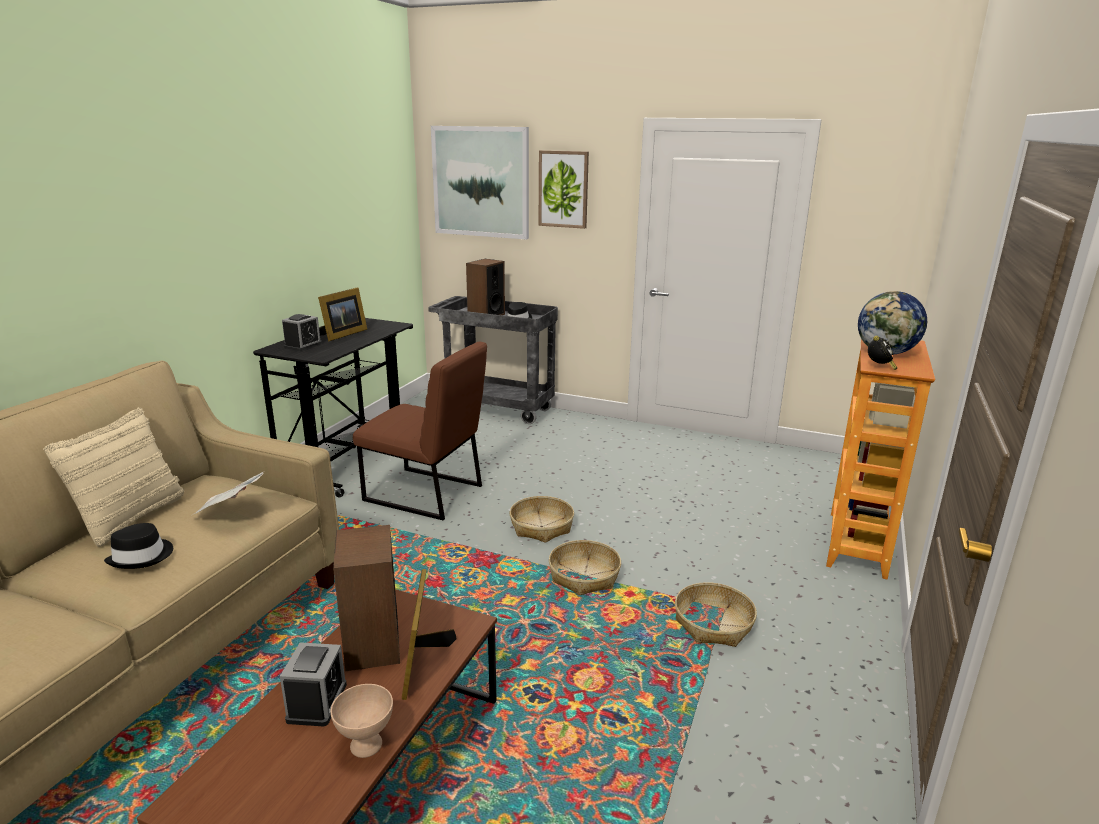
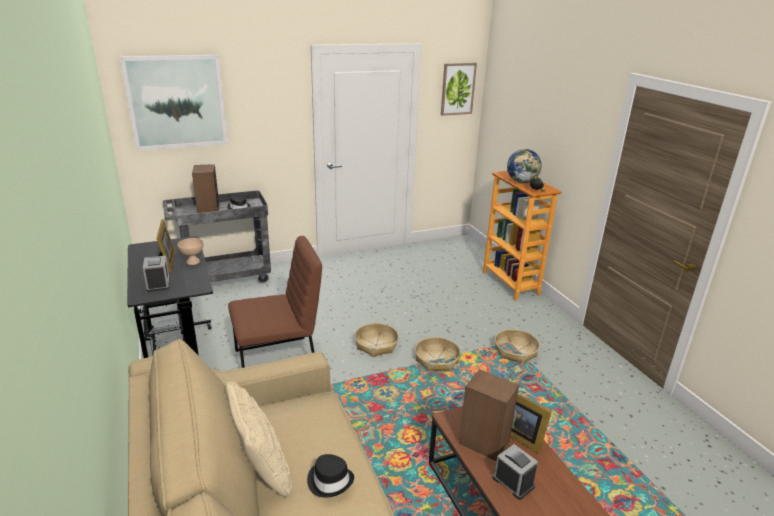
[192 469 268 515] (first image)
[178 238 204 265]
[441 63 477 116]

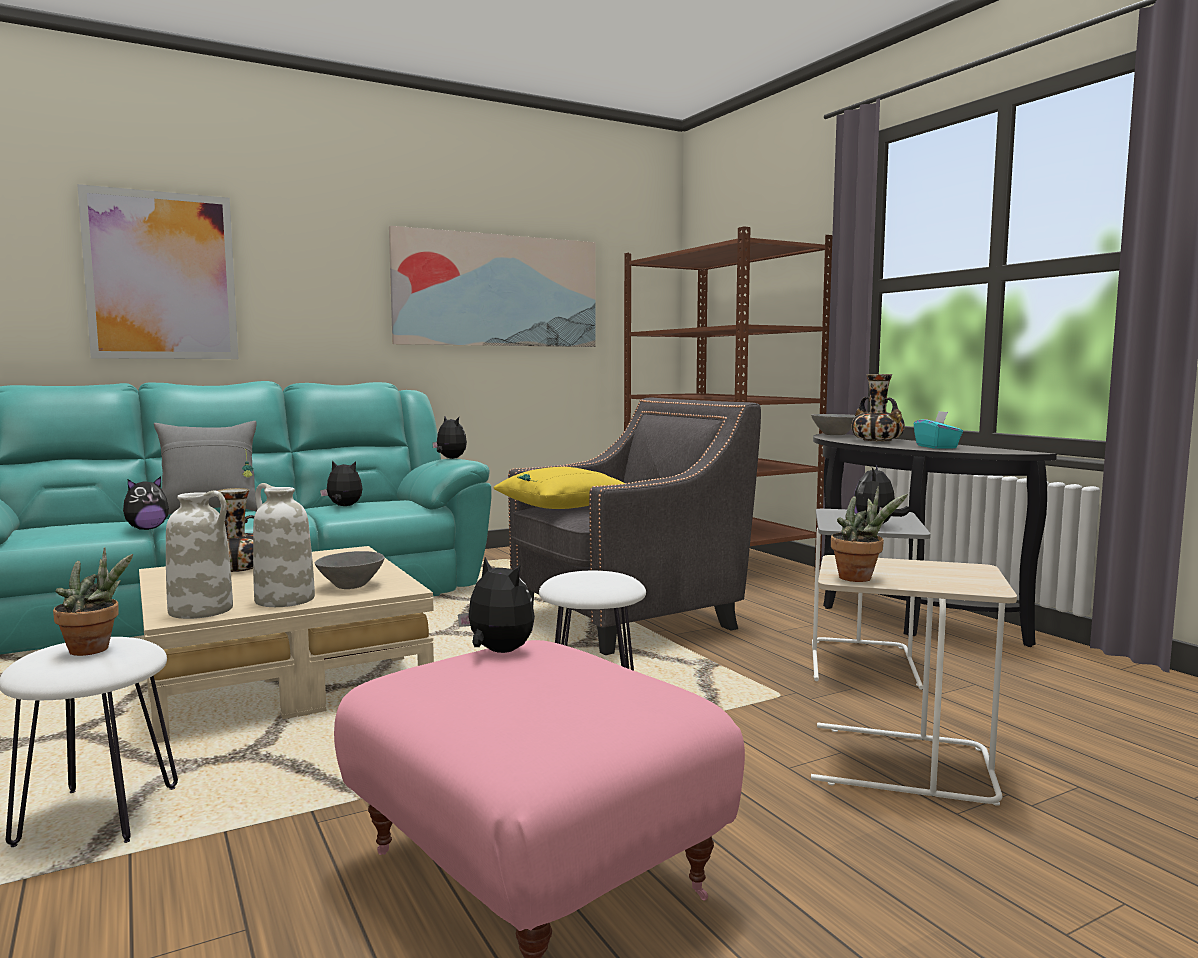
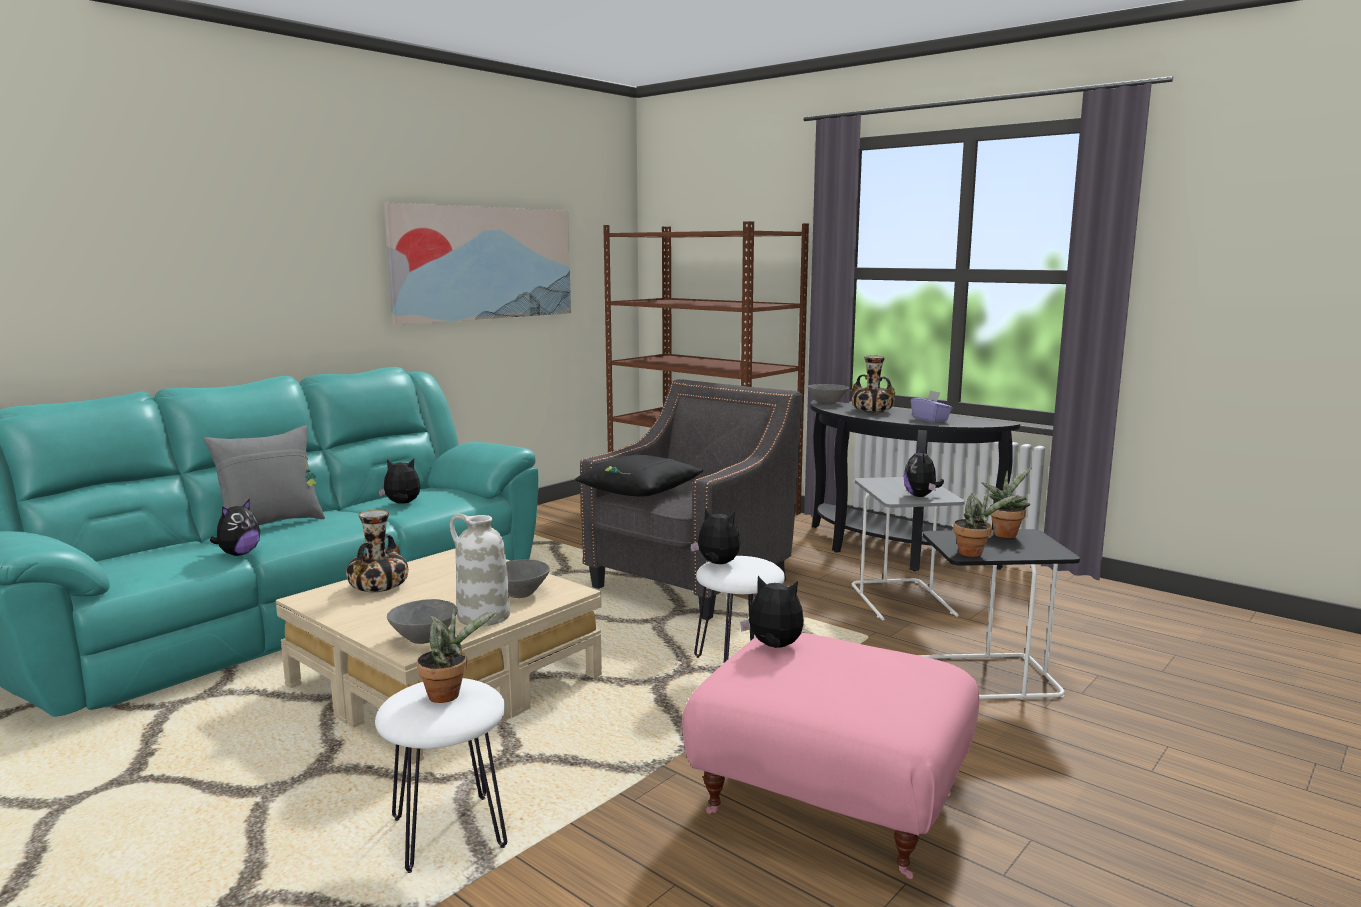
[77 184 238 359] (first image)
[981 467 1031 538]
[691 508 740 564]
[387 599 458 644]
[575 454 703 496]
[918 529 1080 699]
[911 390 952 423]

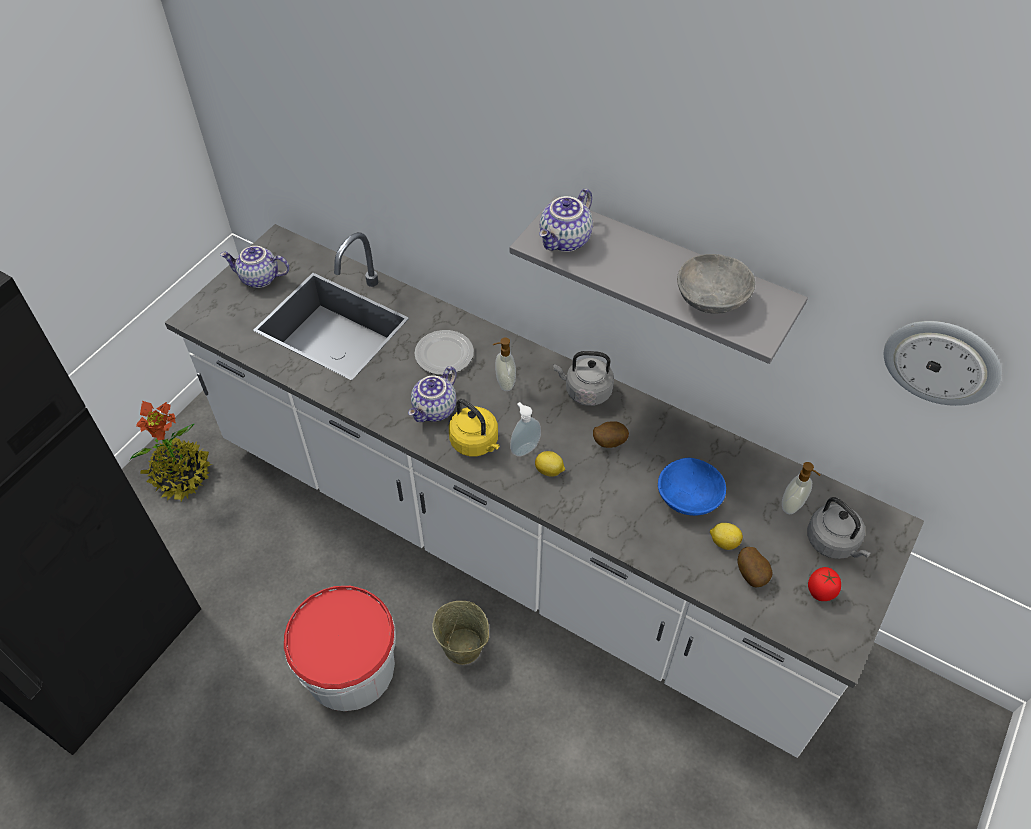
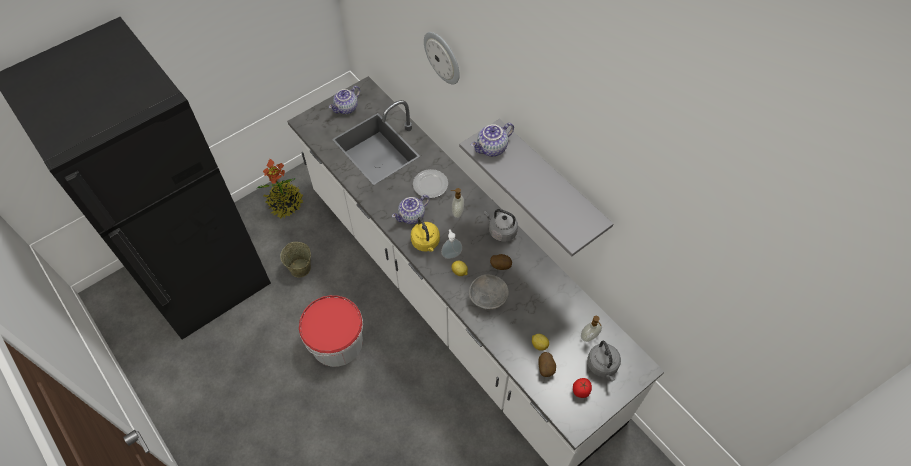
[658 458 726 516] (first image)
[280 242 311 278]
[469 274 509 310]
[424 32 460 84]
[329 86 360 114]

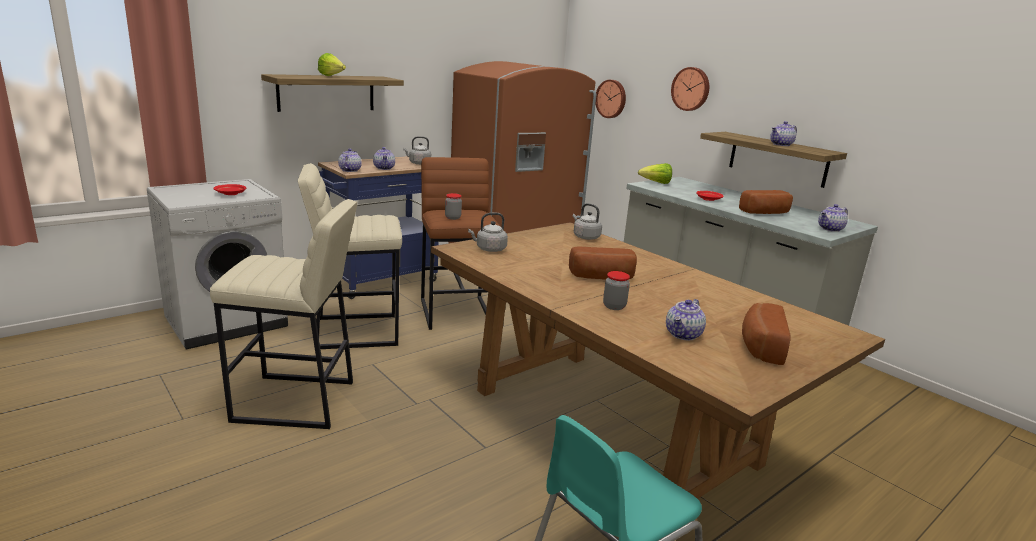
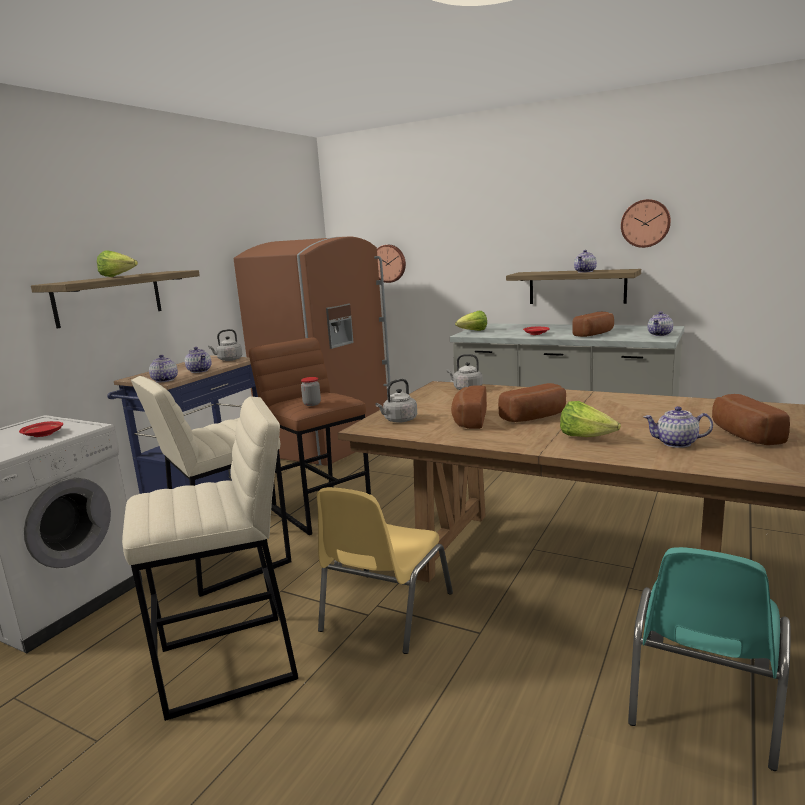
[317 487 453 654]
[451 385 487 429]
[621 199 671 248]
[560 401 621 437]
[643 406 713 448]

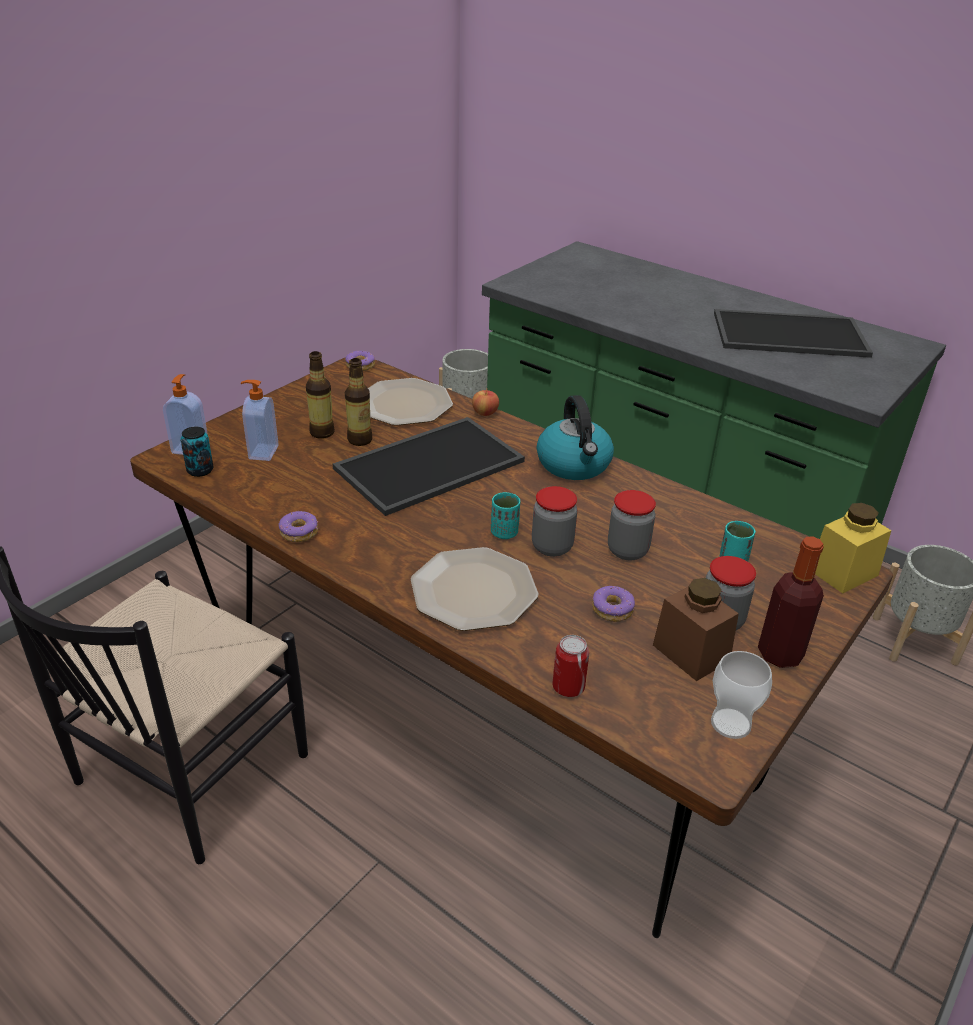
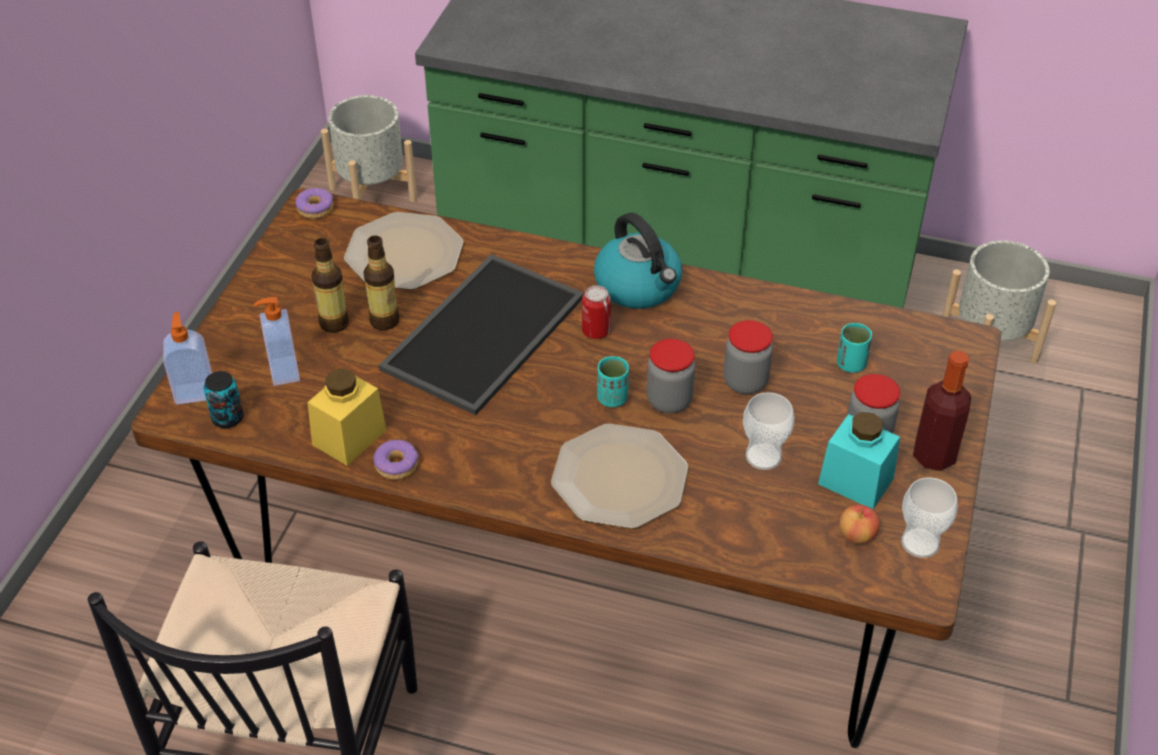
[714 309 873 358] (first image)
[839 505 880 544]
[582 285 611 339]
[307 368 387 466]
[743 392 794 470]
[818 412 900 509]

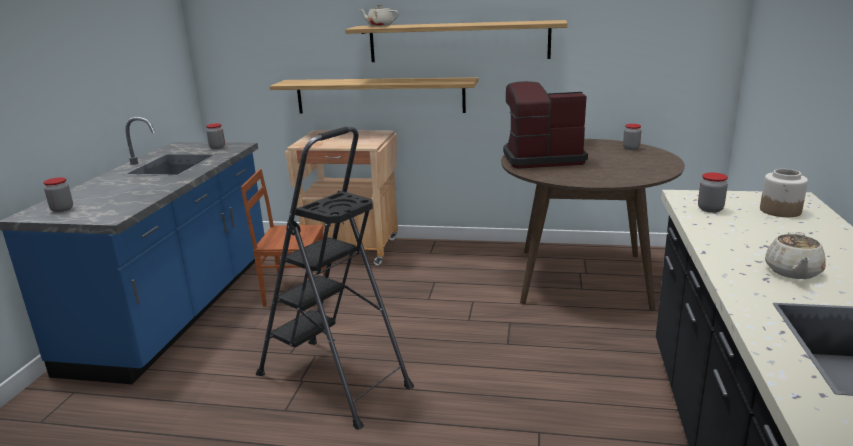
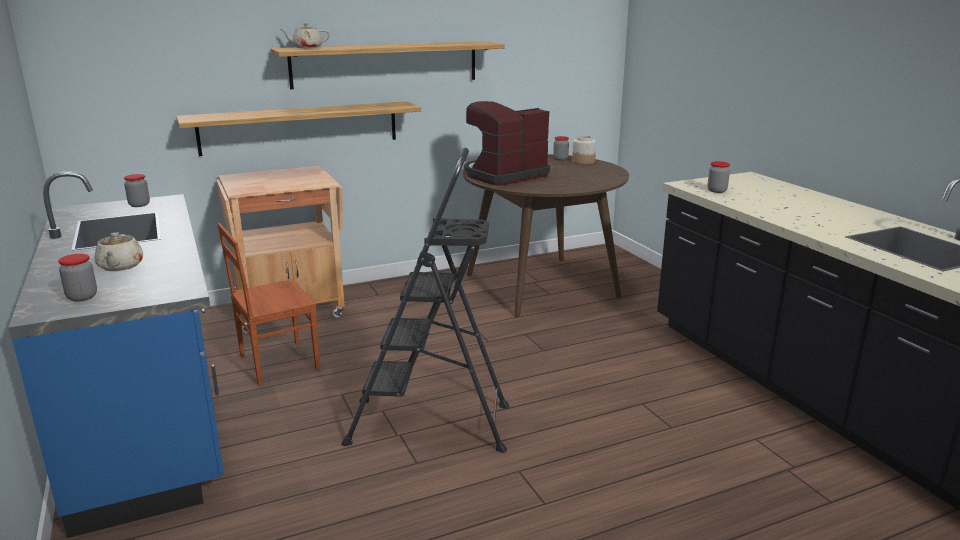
[572 136 596 164]
[95 232 143 271]

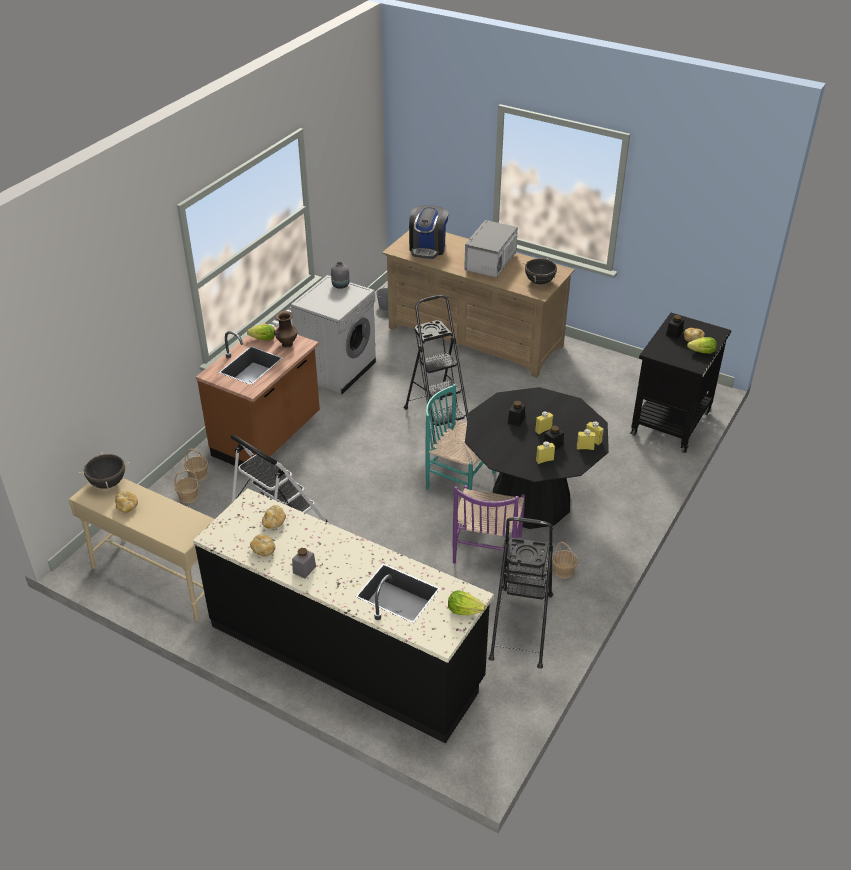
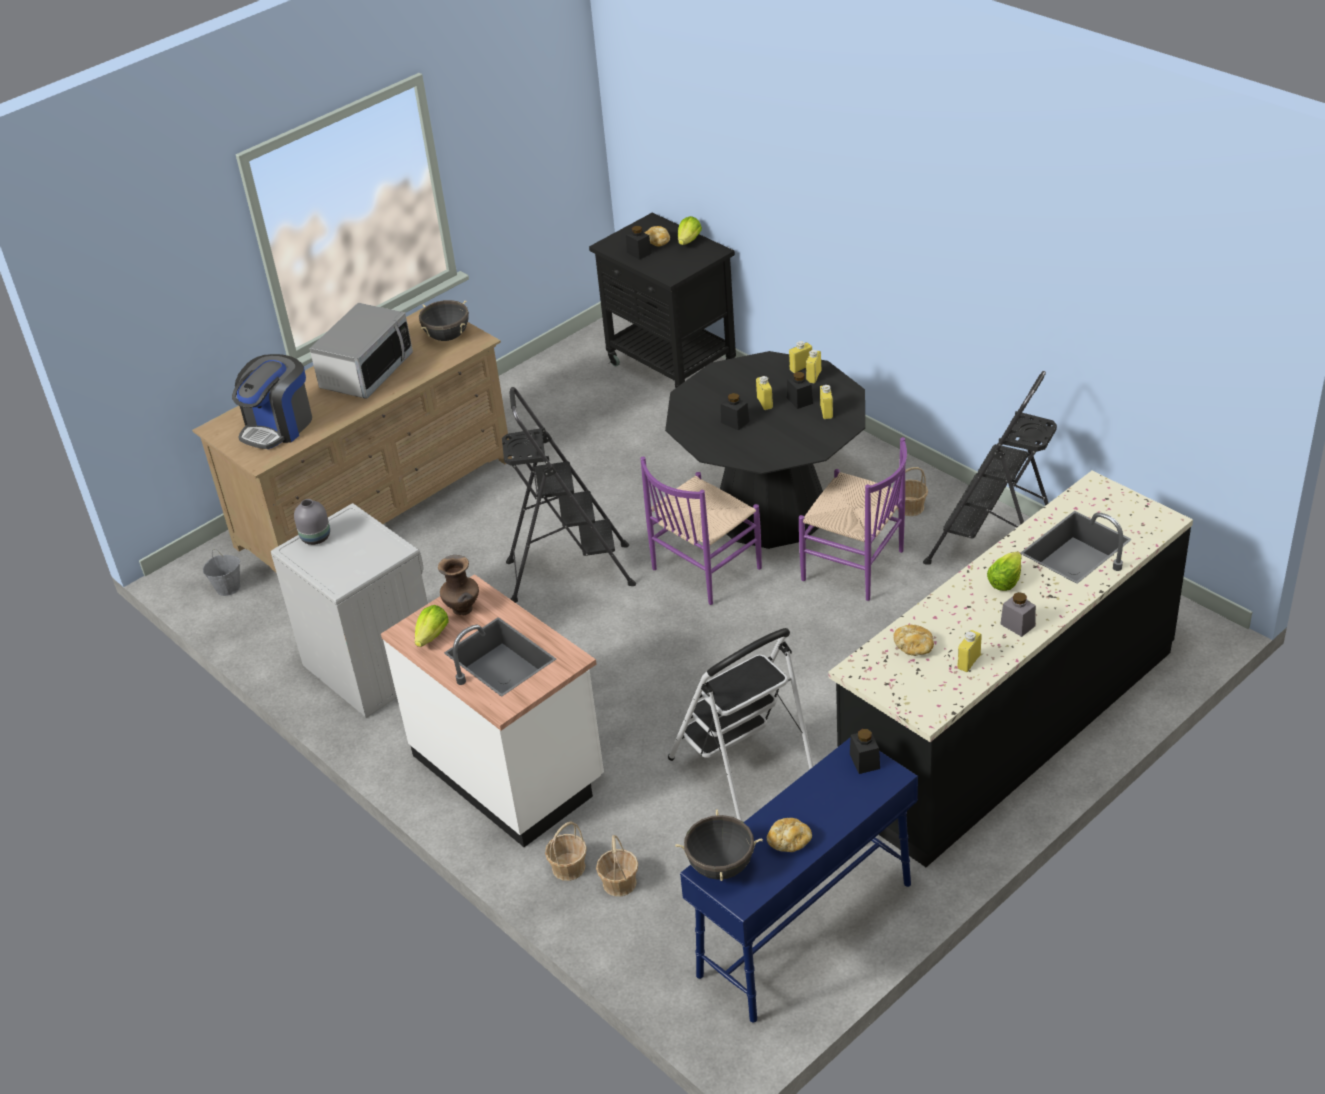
[850 729 880 774]
[987 552 1022 591]
[957 630 982 672]
[680 738 918 1023]
[381 574 604 847]
[641 457 762 605]
[232 354 312 449]
[310 303 413 399]

